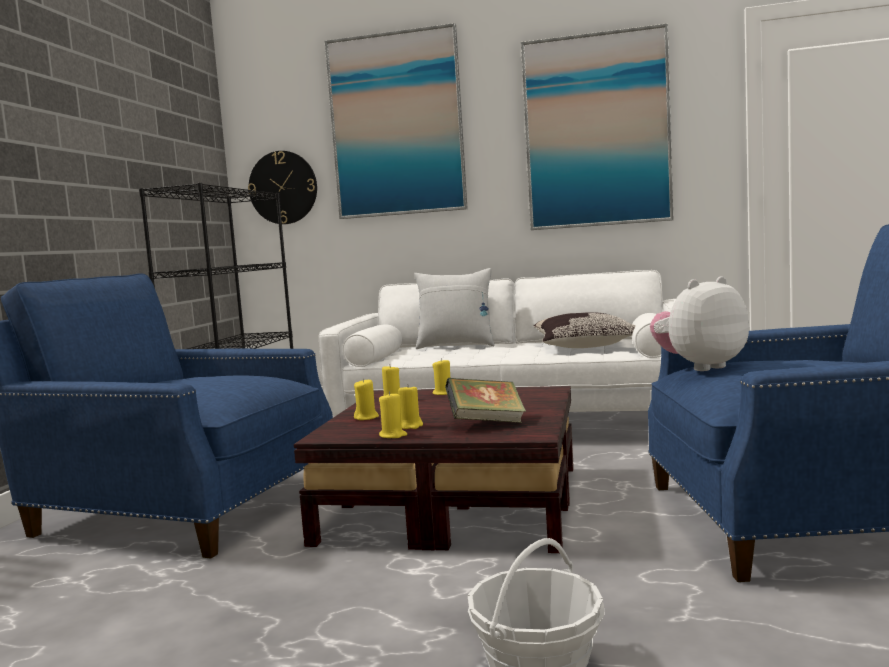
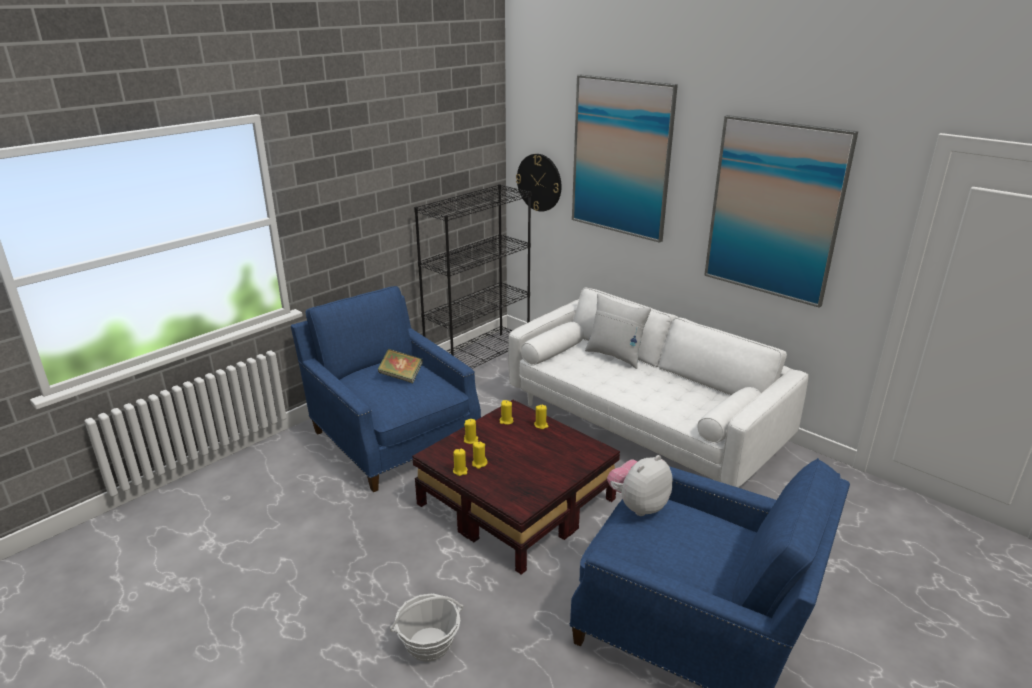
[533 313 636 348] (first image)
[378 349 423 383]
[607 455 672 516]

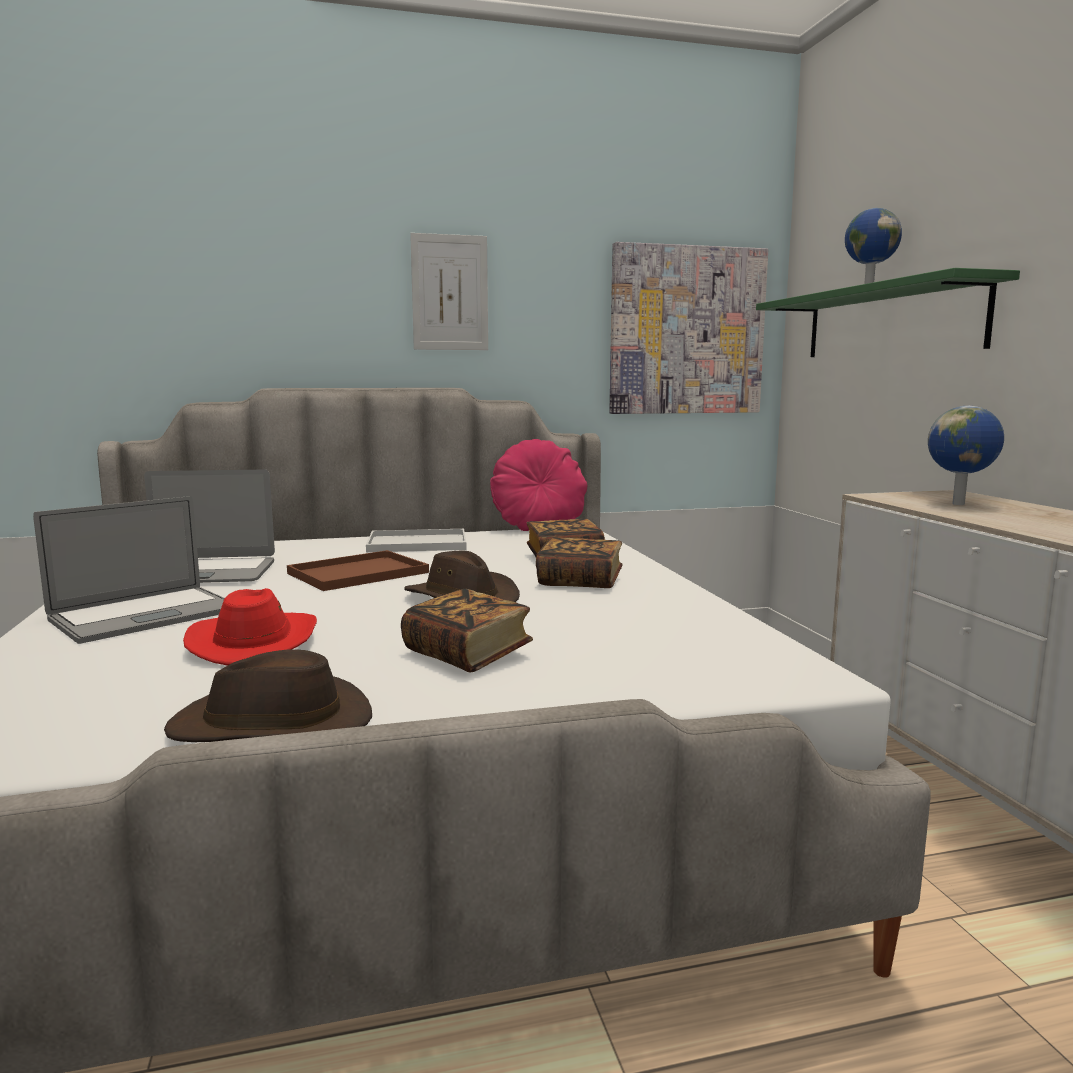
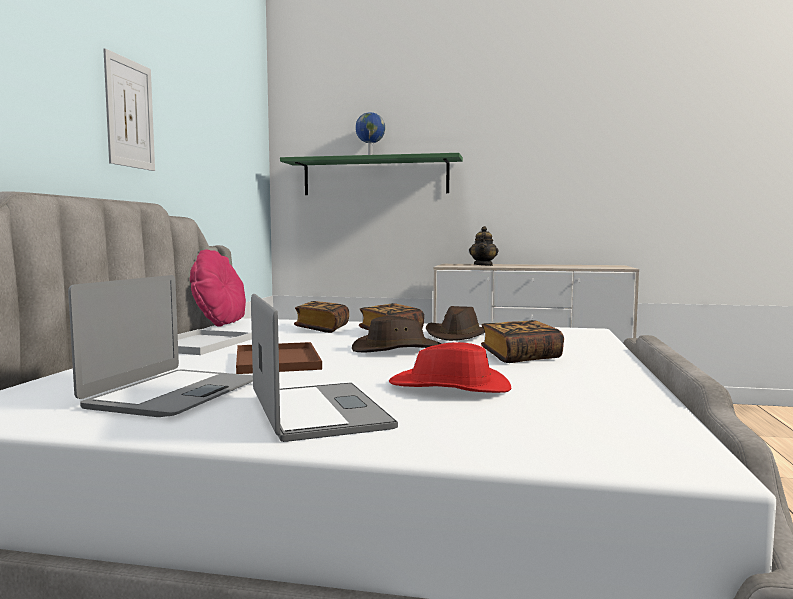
[609 242 768 414] (first image)
[426 306 485 341]
[469 226 499 266]

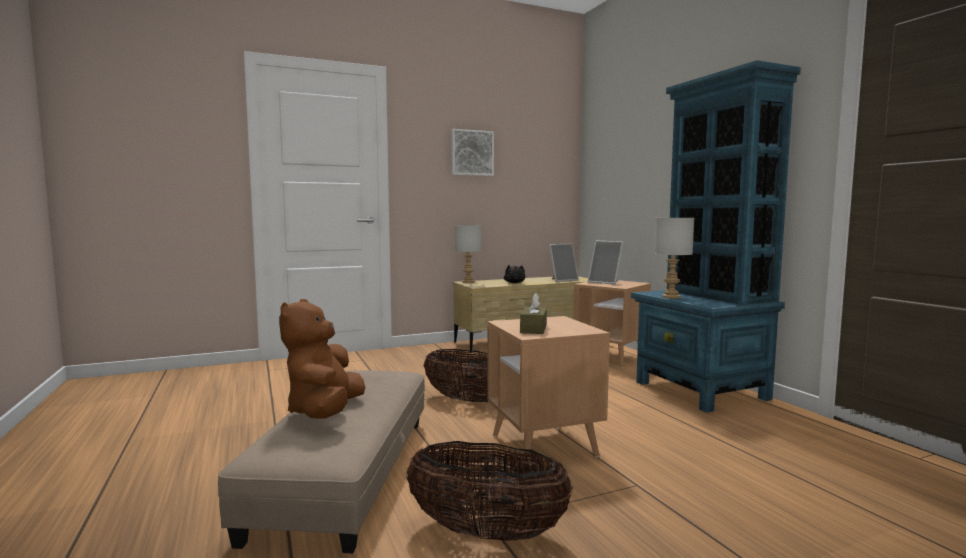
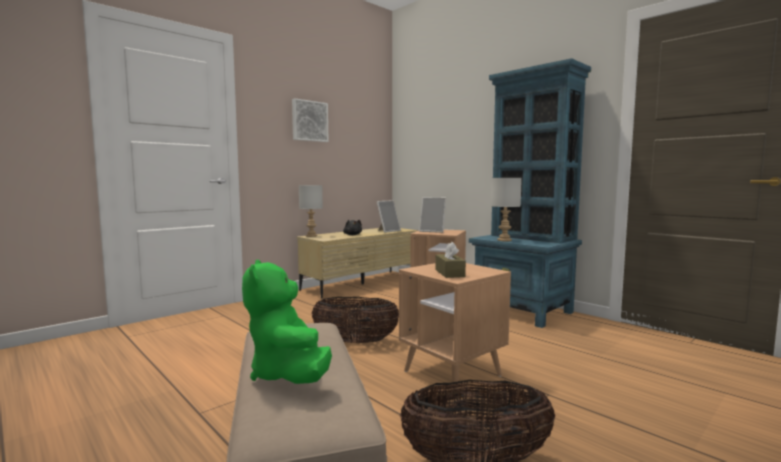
[242 260 332 384]

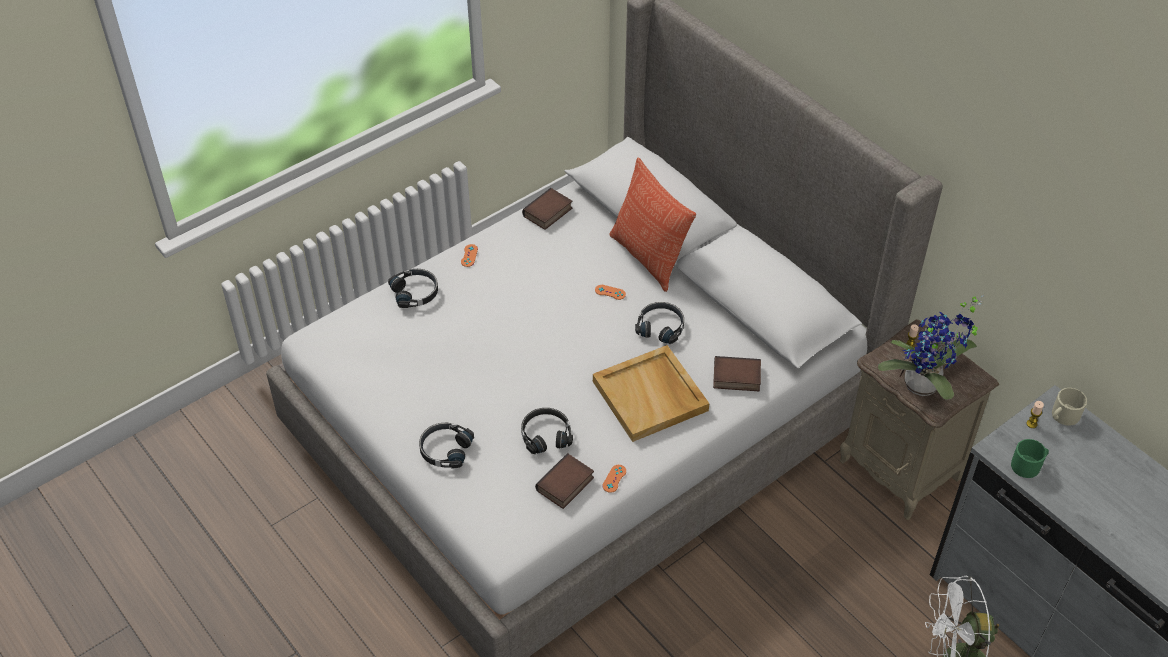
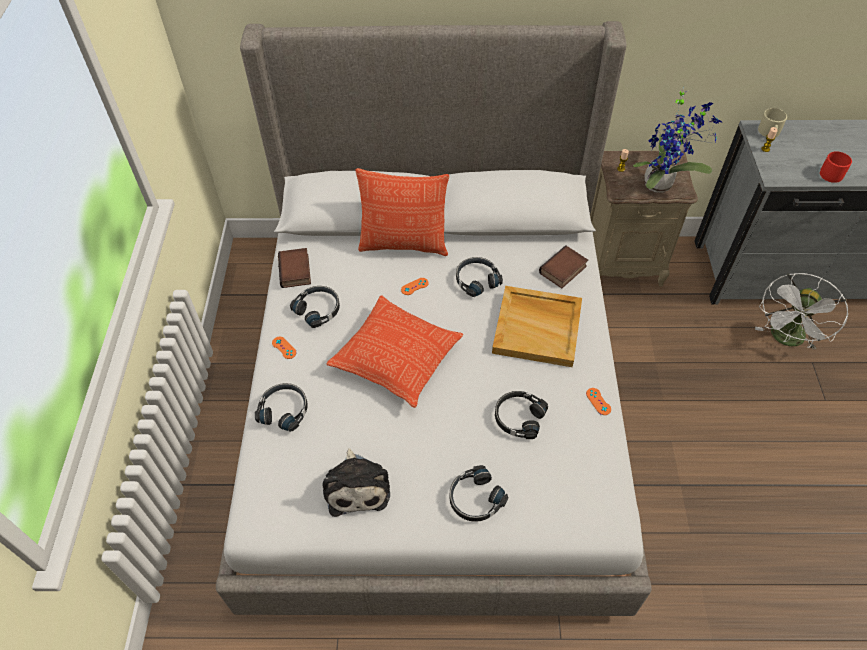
[535 453 594 509] (first image)
[1011 439 1049 478] (first image)
[290 286 340 328]
[322 448 390 517]
[327 295 463 408]
[820 151 852 183]

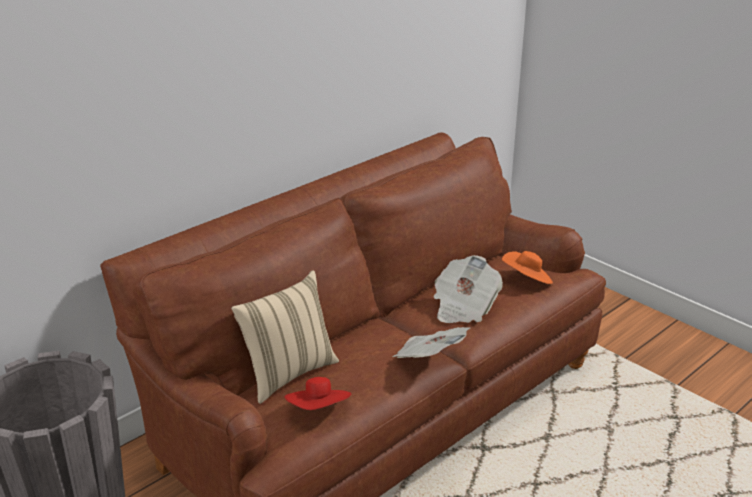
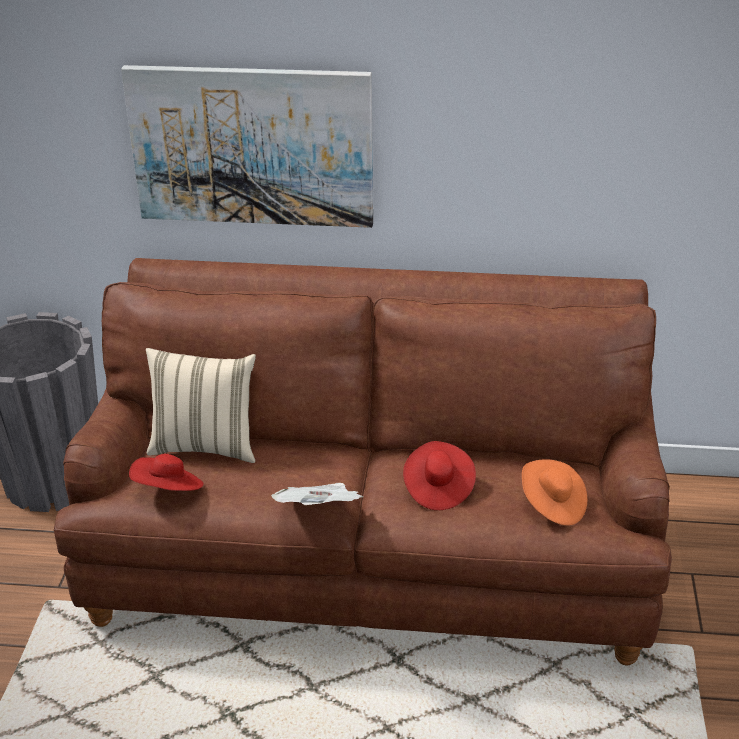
[121 65 373 228]
[403 441 476 510]

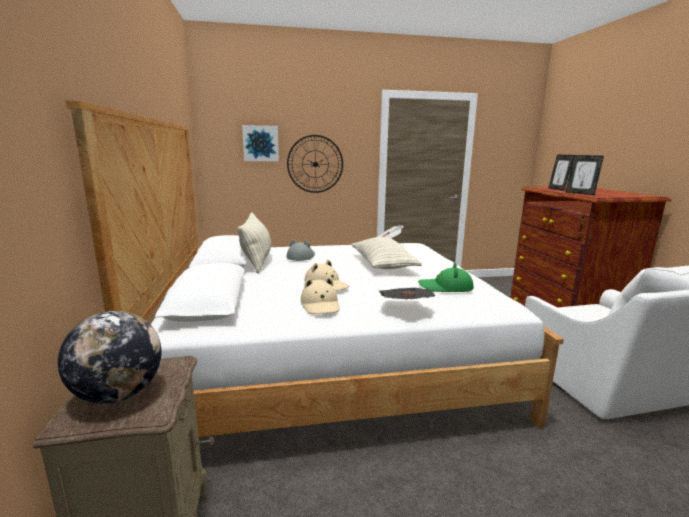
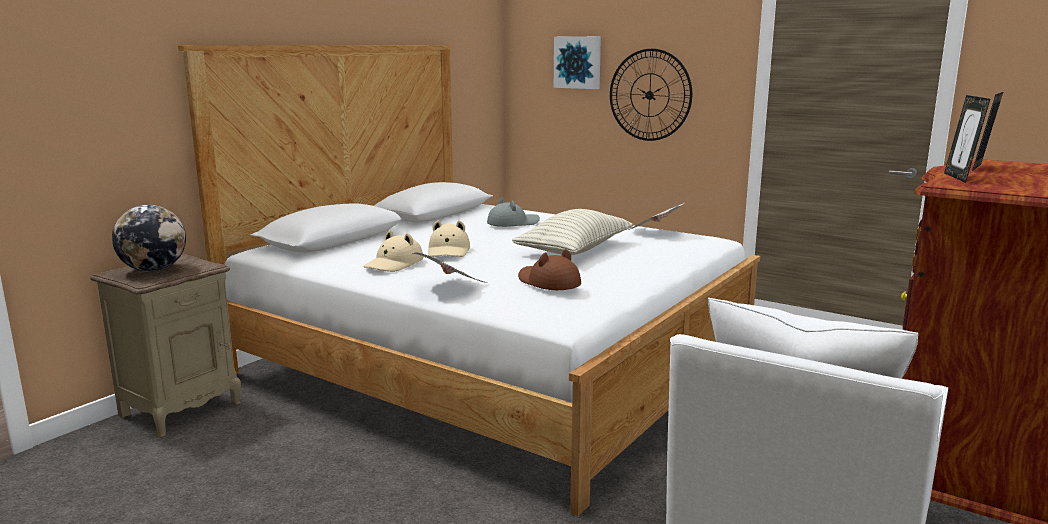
[238 212 271 274] (first image)
[518 249 581 290]

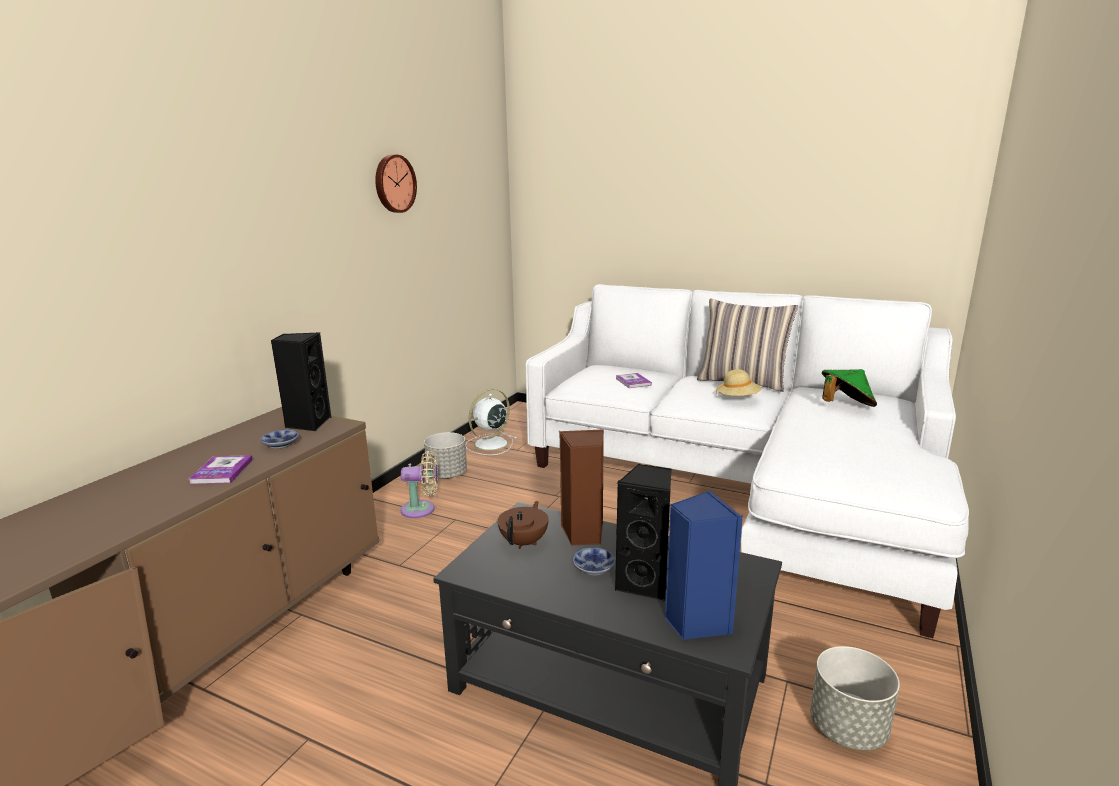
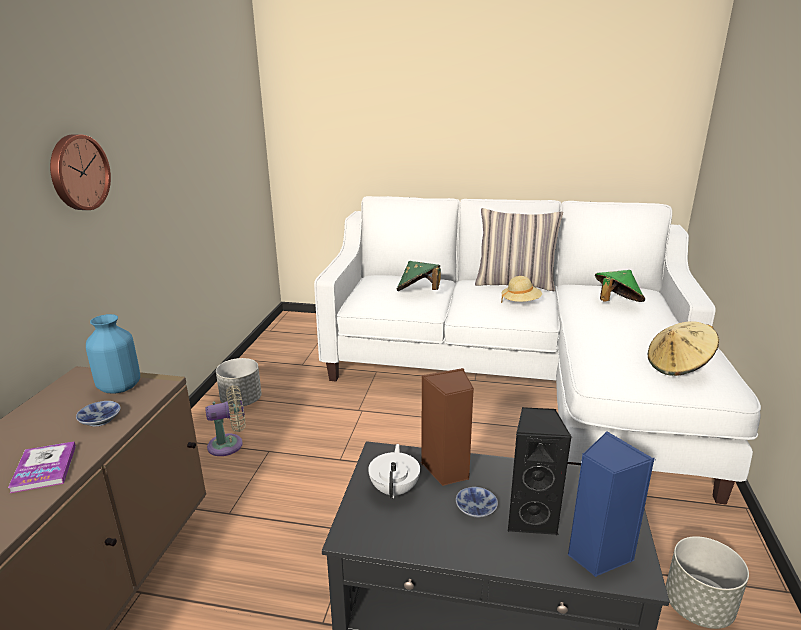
[465 389 517 455] (first image)
[648 321 719 376]
[50 134 111 210]
[86 314 140 394]
[397 261 441 291]
[368 444 420 498]

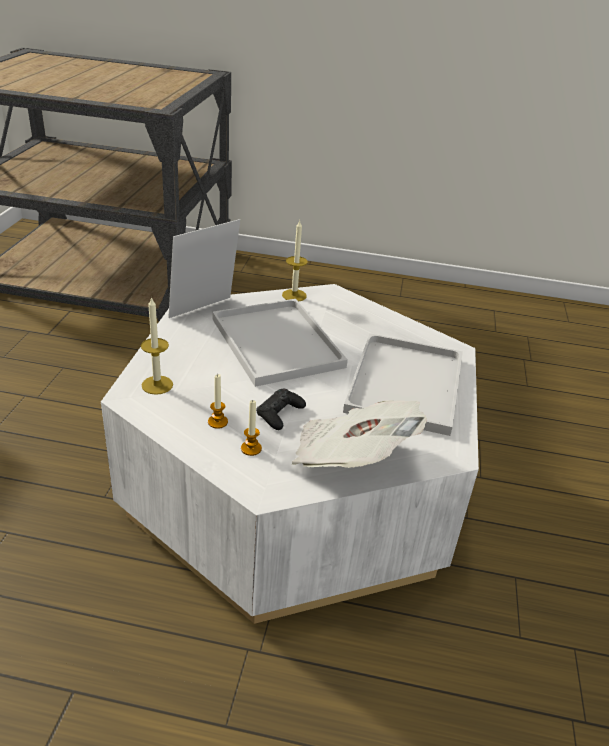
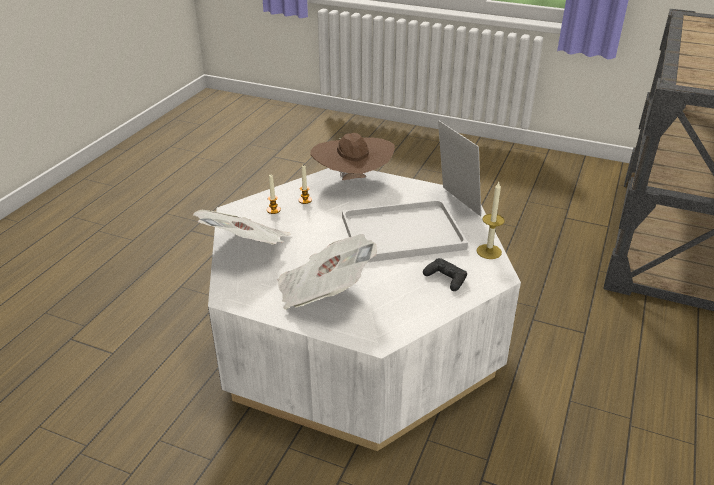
[423 258 467 291]
[310 133 395 180]
[278 234 377 310]

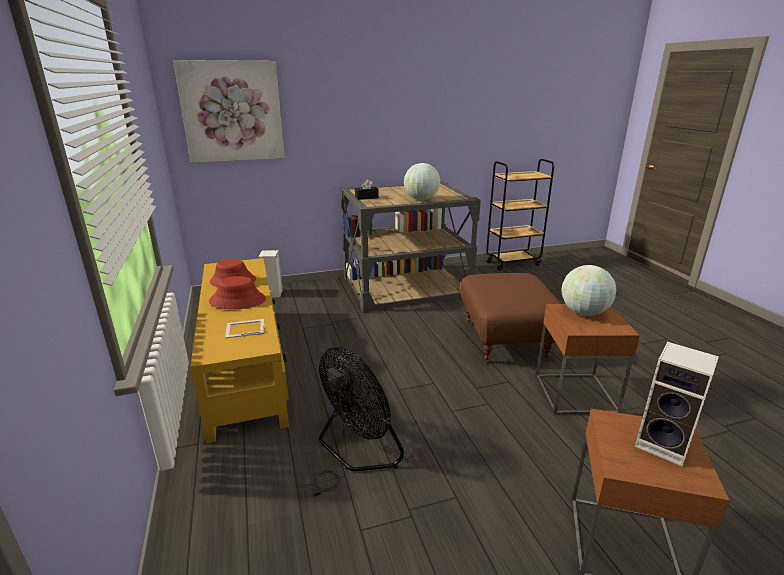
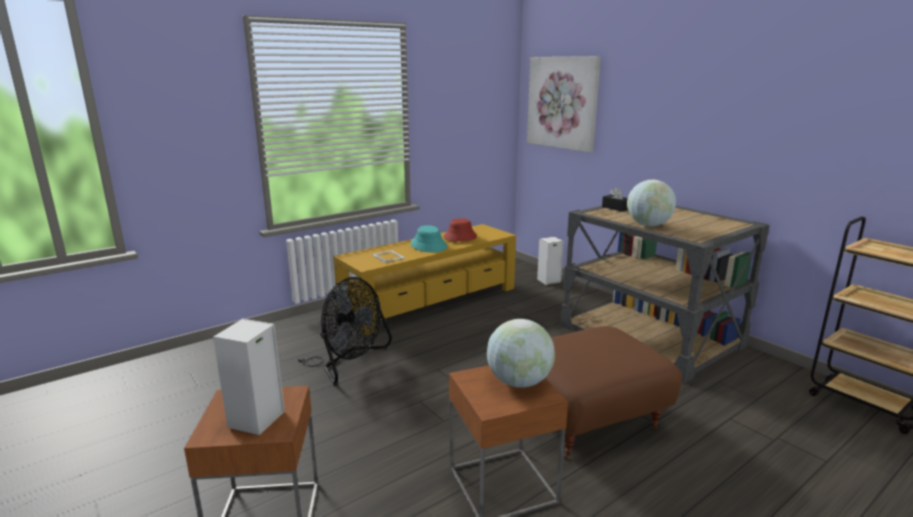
[410 225 447 252]

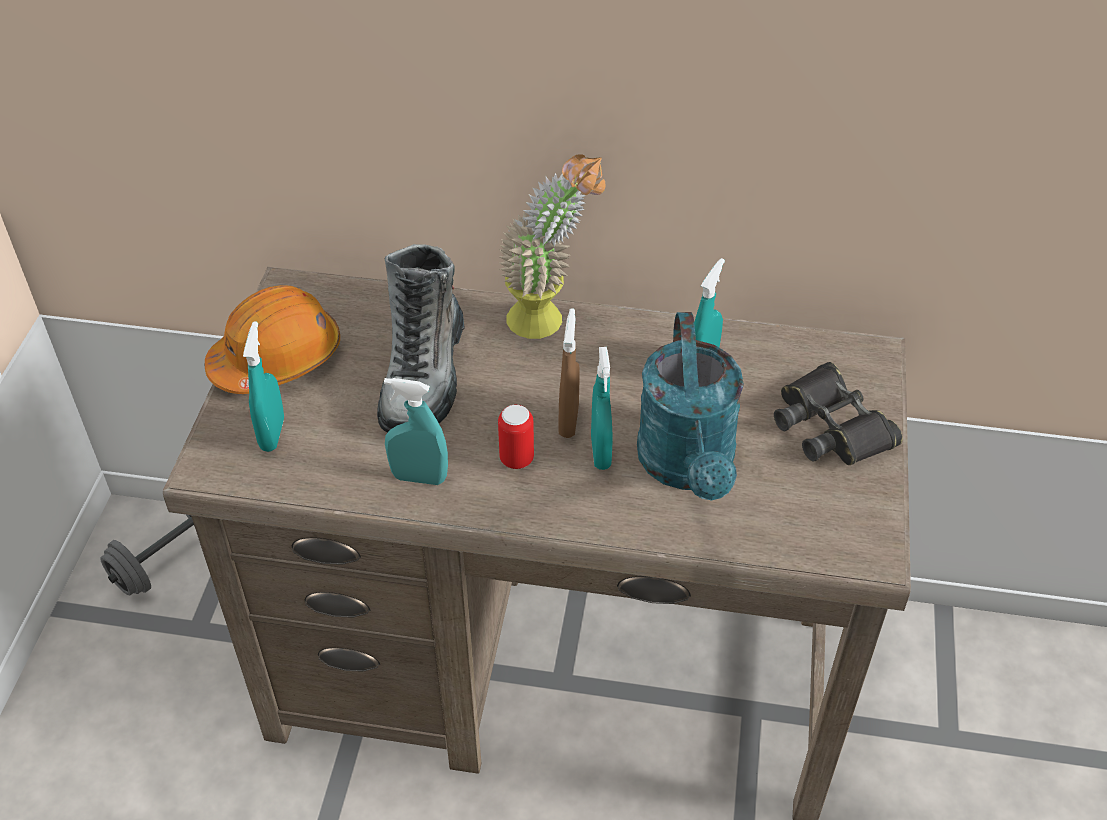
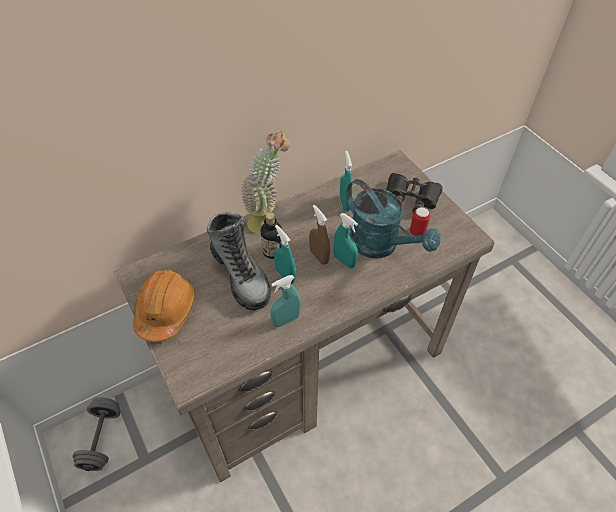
[261 212 282 259]
[274 225 296 284]
[410 207 430 236]

